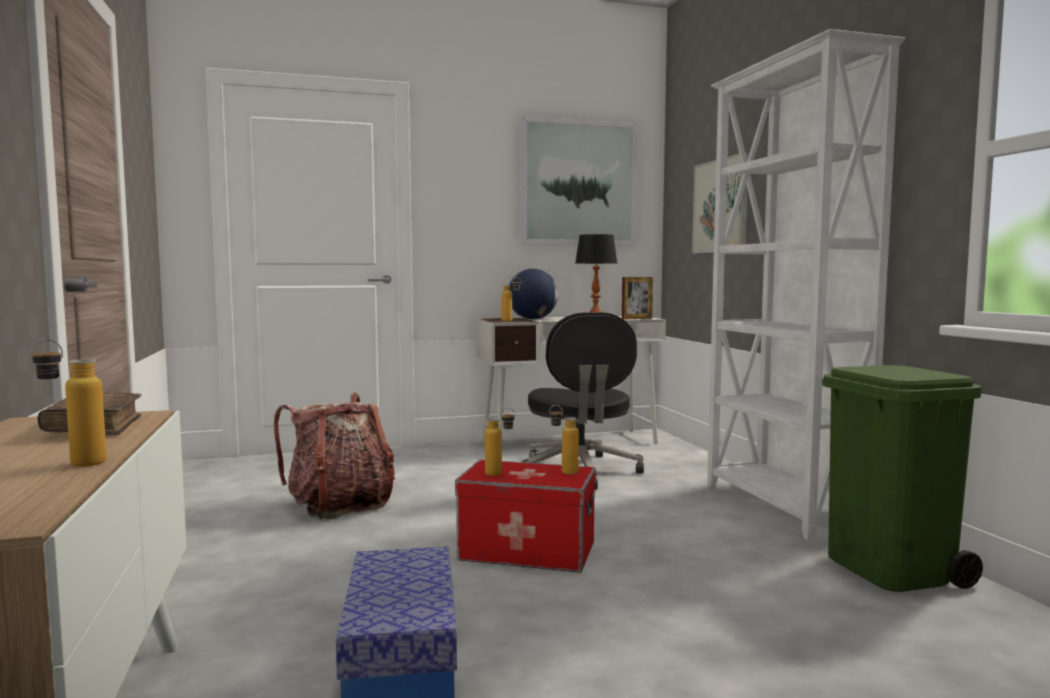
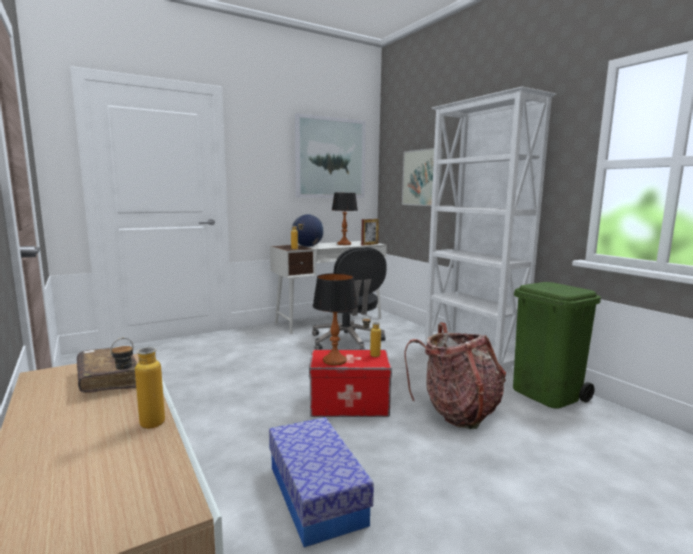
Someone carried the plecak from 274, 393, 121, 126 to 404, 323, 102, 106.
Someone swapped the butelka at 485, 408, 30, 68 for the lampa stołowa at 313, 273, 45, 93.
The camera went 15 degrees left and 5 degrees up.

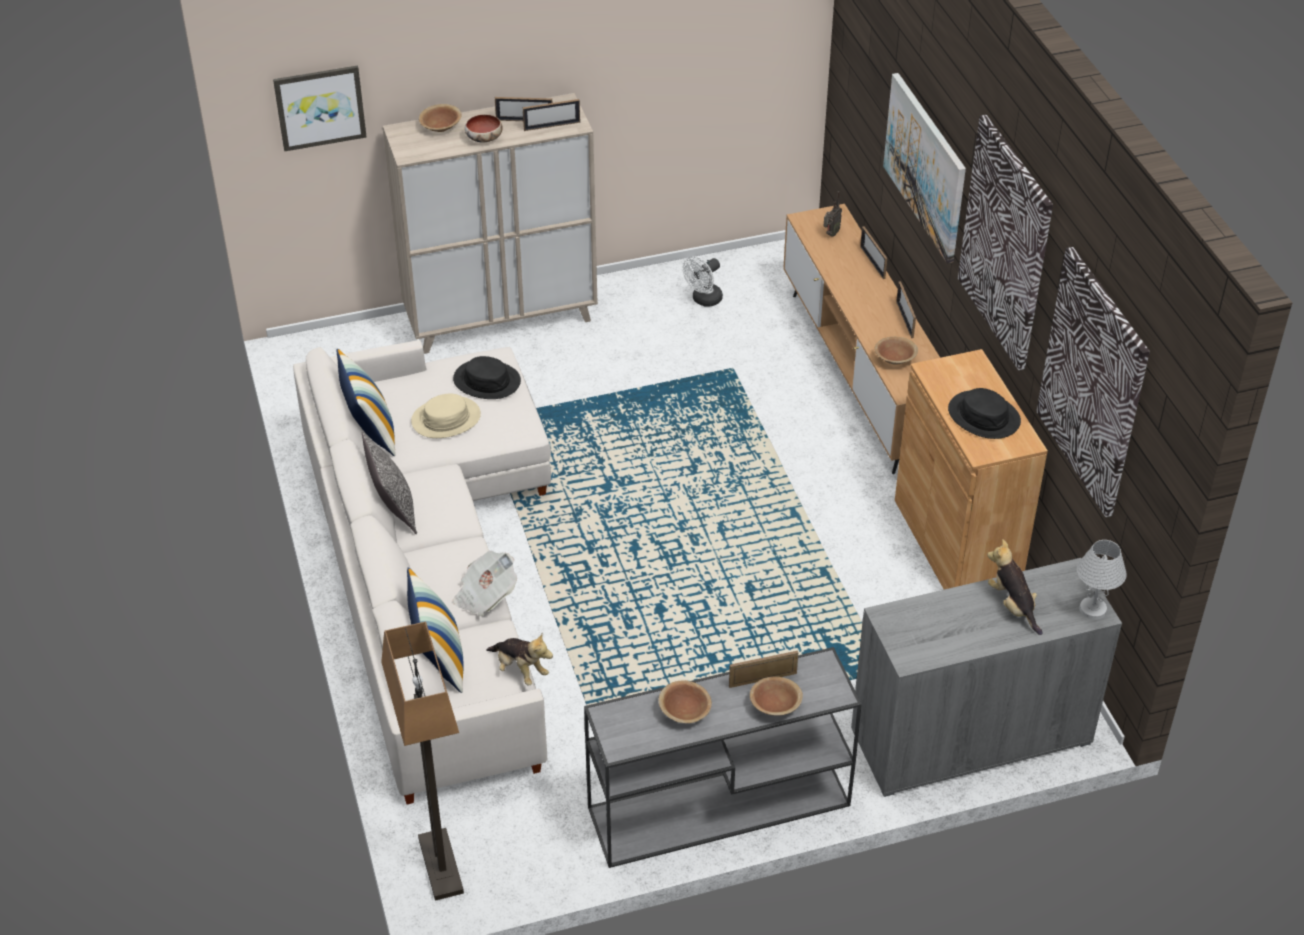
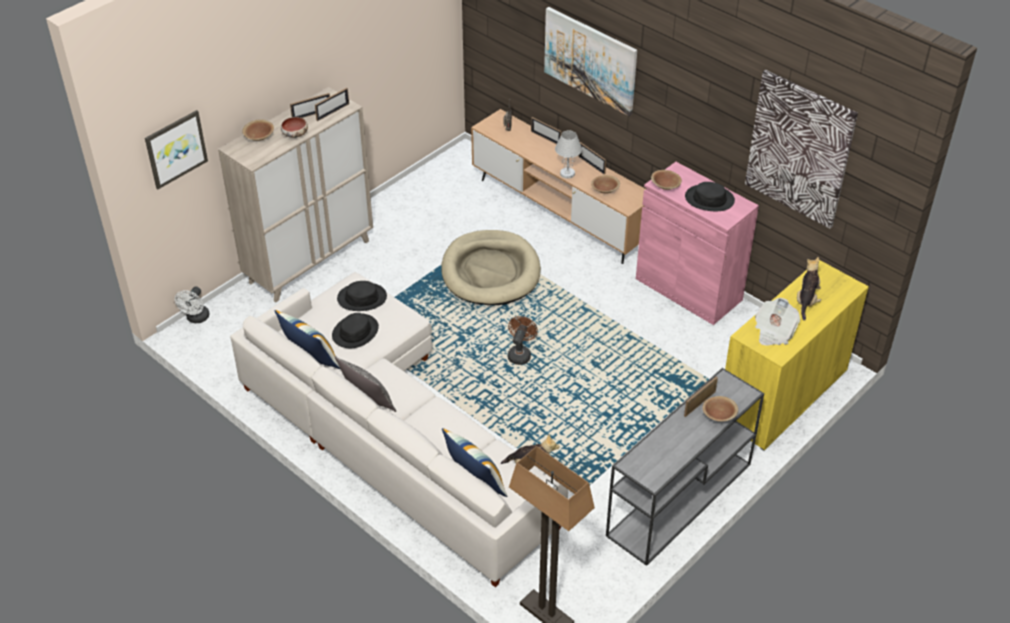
Someone took away the obraz at 958, 115, 95, 255.
Someone carried the wentylator (biały) from 683, 256, 40, 51 to 175, 287, 35, 36.
Someone repainted the szafka (brązowy) at 895, 349, 153, 241, which became the szafka (różowy) at 636, 162, 123, 163.
Someone repainted the kapelusz (beżowy) at 411, 393, 70, 45, which became the kapelusz (czarny) at 332, 313, 47, 35.
Someone rotated the pluszak at 987, 539, 56, 96 by 75 degrees clockwise.
Someone carried the lampa stołowa (biały) from 1077, 540, 50, 80 to 555, 130, 27, 49.
Someone carried the gazeta from 453, 551, 64, 66 to 755, 298, 45, 48.
Someone repainted the szafka (szary) at 851, 558, 271, 239, which became the szafka (żółty) at 725, 260, 144, 191.
Someone carried the miska (brązowy) from 659, 680, 53, 43 to 651, 170, 31, 20.
Someone put down the legowisko (beżowy) at 441, 230, 100, 75.
Someone put down the wentylator (brązowy) at 508, 316, 30, 49.
The camera went 30 degrees left and 0 degrees up.

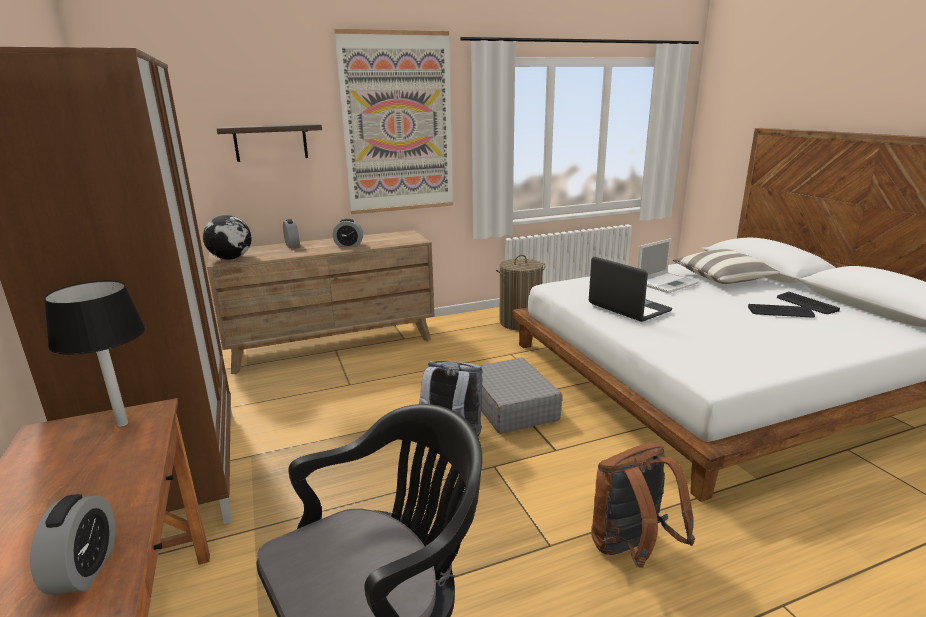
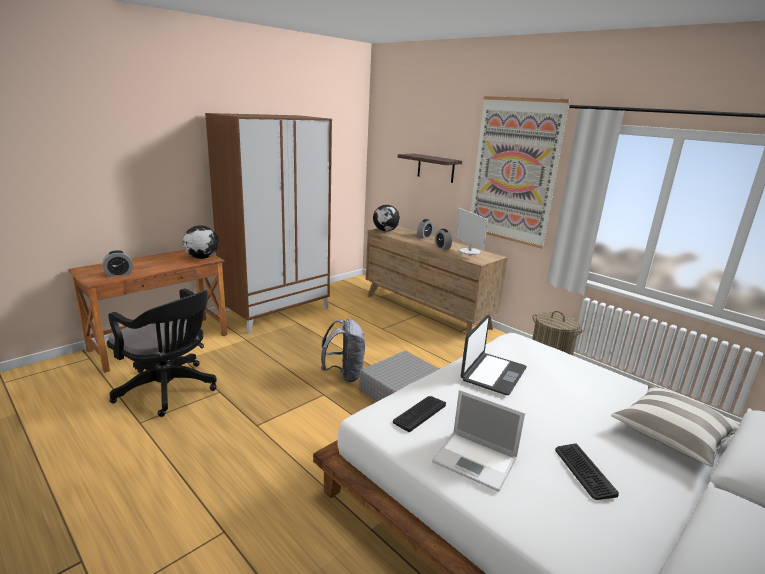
Someone carried the laptop from 637, 238, 62, 55 to 432, 390, 93, 102.
Someone swapped the lampa stołowa (czarny) at 44, 280, 101, 147 for the globus at 183, 225, 36, 34.
Someone carried the klawiatura from 777, 292, 63, 22 to 393, 396, 53, 36.
Someone took away the plecak (brązowy) at 591, 443, 104, 125.
Someone put down the monitor at 455, 208, 33, 47.
The camera went 65 degrees right and 0 degrees up.

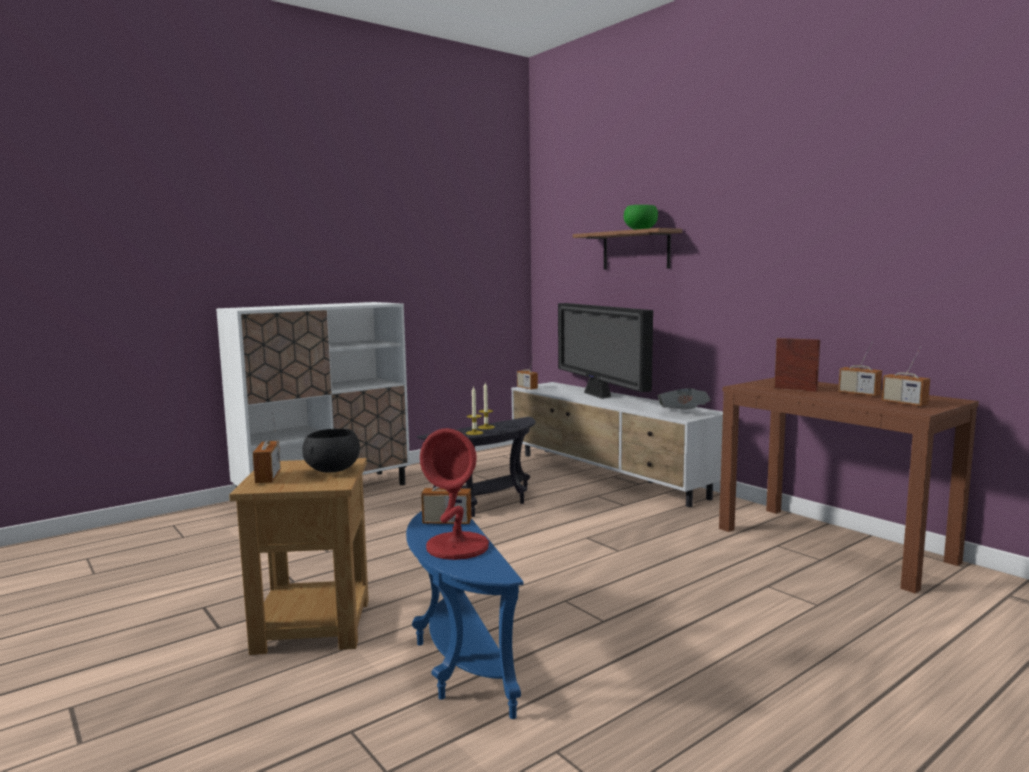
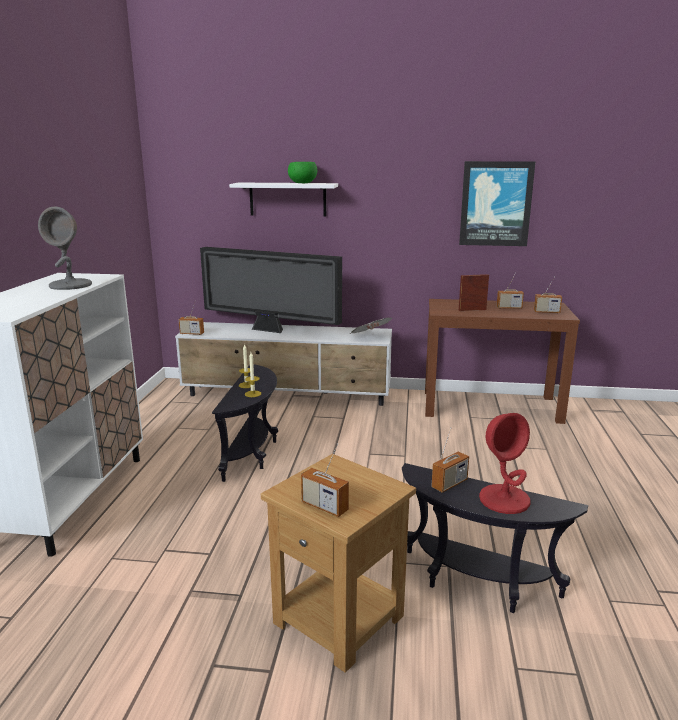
Someone repainted the półka (brązowy) at 573, 228, 109, 41, which became the półka (biały) at 229, 183, 109, 34.
Someone took away the miska (czarny) at 302, 429, 58, 43.
Someone repainted the stolik (niebieski) at 406, 511, 118, 208, which became the stolik (czarny) at 402, 463, 186, 150.
Someone put up the obraz at 459, 161, 76, 85.
Someone put down the lampa stołowa (szary) at 38, 206, 54, 84.
The camera went 45 degrees left and 10 degrees up.

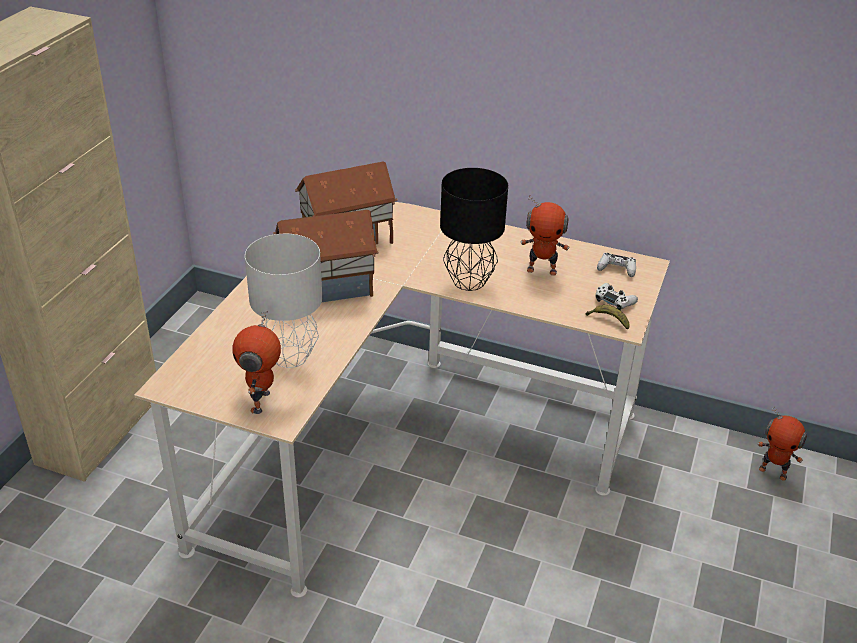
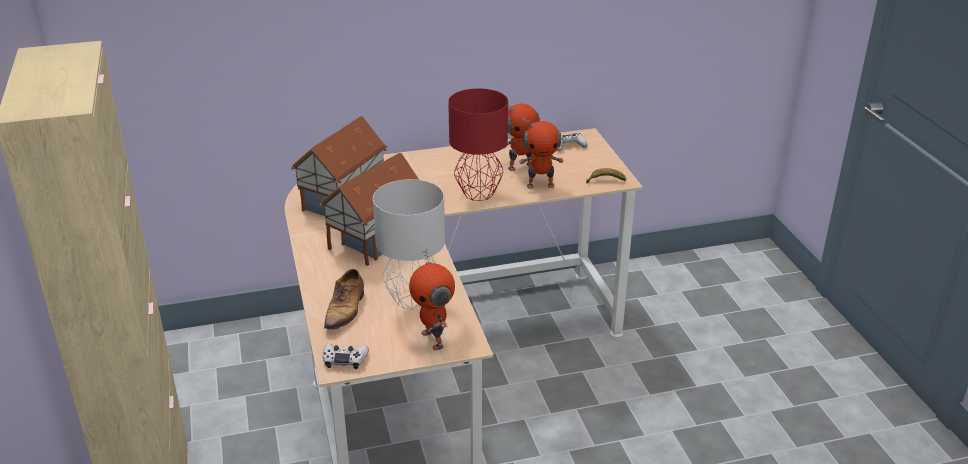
Someone repainted the lampa stołowa (czarny) at 440, 168, 68, 123, which became the lampa stołowa (czerwony) at 448, 88, 60, 113.
Someone carried the pad do gier (biały) from 595, 283, 43, 27 to 323, 344, 46, 25.
Someone carried the robot zabawkowy from 758, 407, 49, 74 to 519, 116, 45, 73.
Someone put down the but at 324, 269, 40, 61.
The camera went 35 degrees left and 5 degrees down.

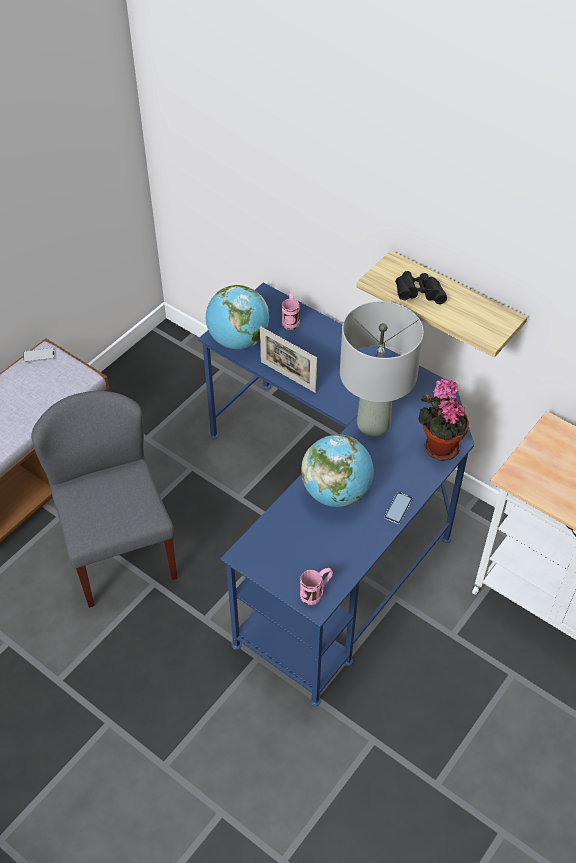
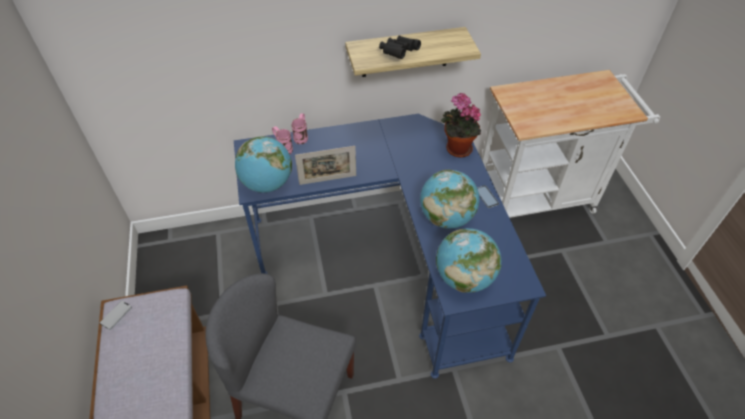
Someone took away the lampa stołowa (szary) at 340, 301, 84, 136.
Someone carried the kubek (różowy) from 300, 568, 33, 37 to 292, 113, 16, 31.
Someone put down the globus at 436, 228, 65, 65.
The camera went 50 degrees left and 0 degrees up.

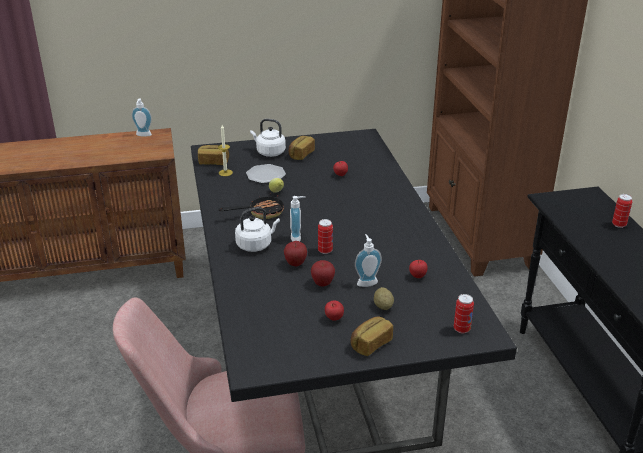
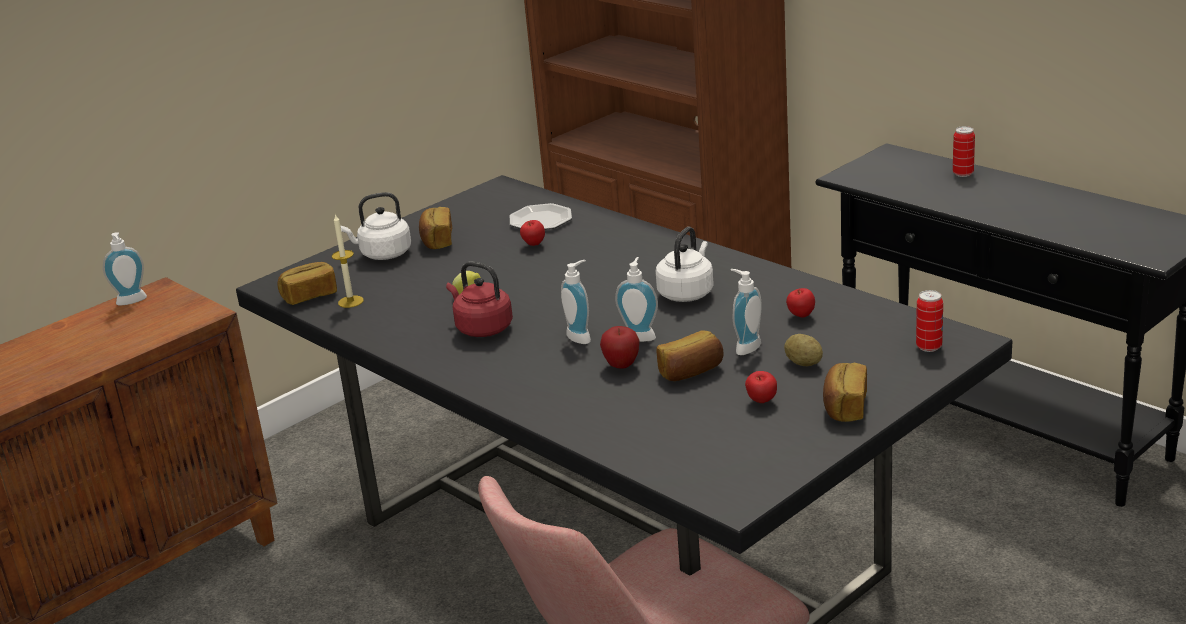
Someone carried the talerz from 246, 164, 40, 19 to 510, 203, 62, 27.
Someone swapped the patelnia at 218, 195, 66, 24 for the czajnik (czerwony) at 446, 261, 67, 76.
Someone carried the czajnik (biały) from 235, 207, 45, 45 to 656, 227, 58, 75.
Someone swapped the puszka at 318, 219, 15, 35 for the dozownik mydła at 615, 257, 43, 85.
Someone swapped the jabłko at 311, 260, 24, 27 for the chleb at 656, 330, 68, 51.
The camera went 30 degrees left and 5 degrees down.

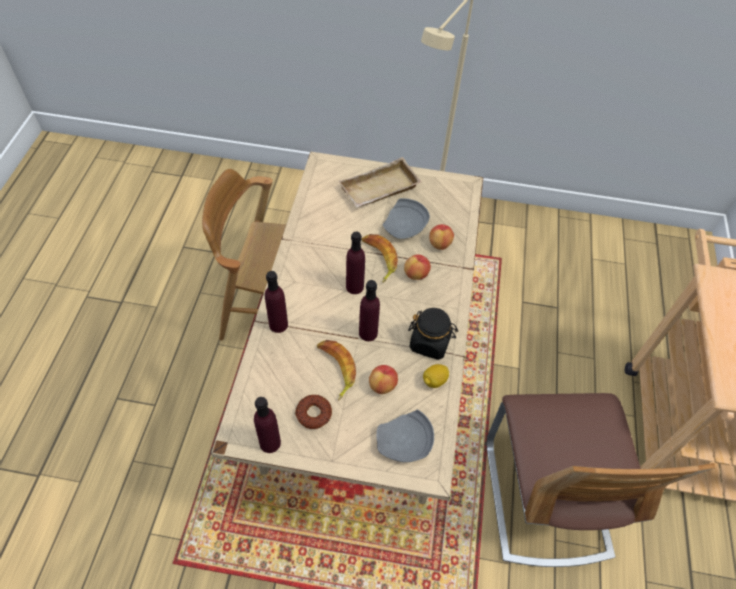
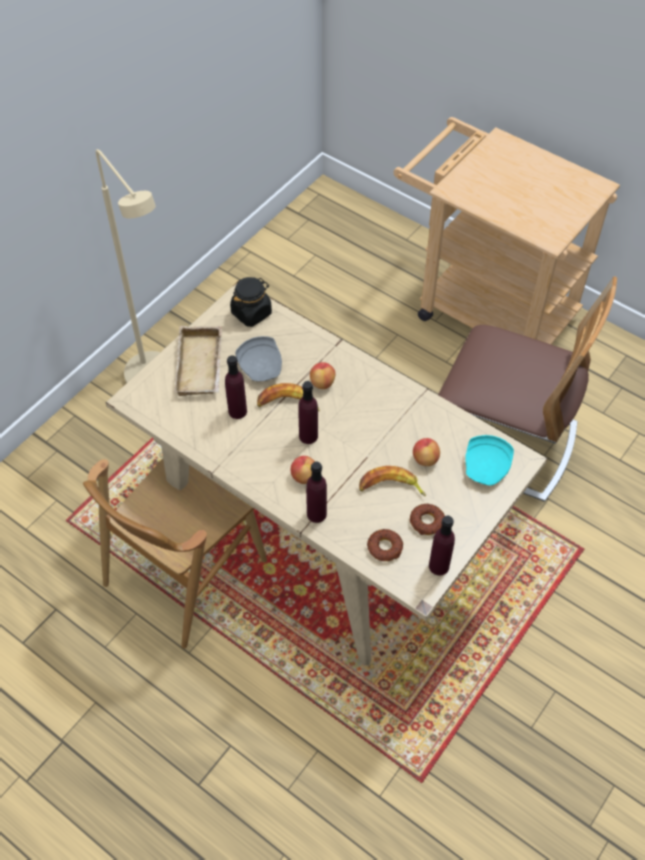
Someone carried the jabłko from 430, 224, 24, 26 to 291, 456, 24, 28.
Someone carried the butelka (fioletowy) from 359, 280, 21, 61 to 225, 355, 22, 64.
Someone carried the słoik (czarny) from 408, 308, 50, 52 to 230, 277, 42, 50.
Someone took away the cytryna at 423, 364, 26, 24.
Someone repainted the talerz (szary) at 376, 409, 58, 53, which became the talerz (turkusowy) at 465, 435, 49, 50.
Someone put down the donut at 367, 529, 36, 32.
The camera went 60 degrees left and 0 degrees up.

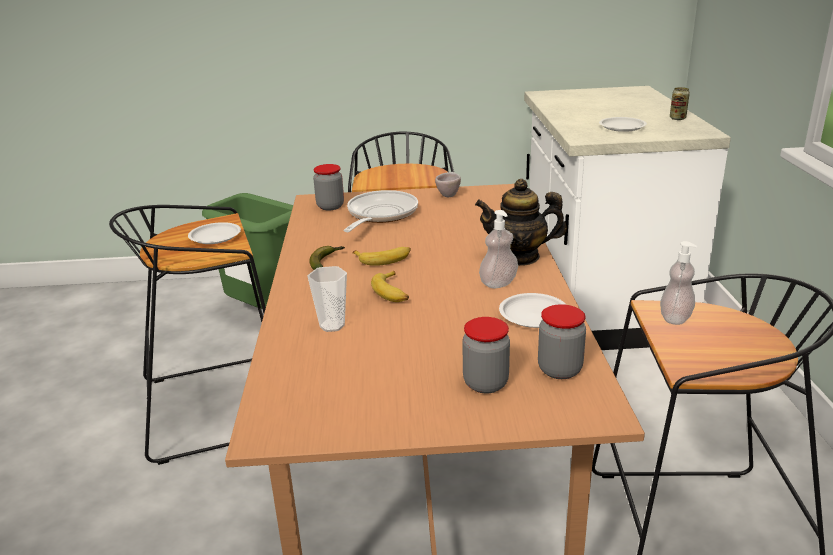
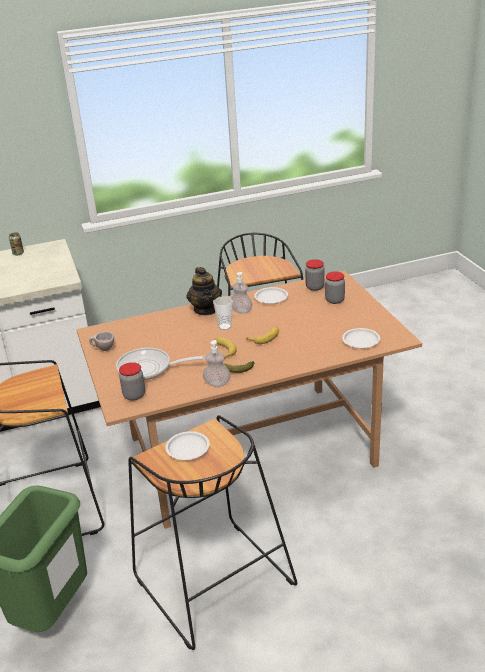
Someone carried the talerz (biały) from 599, 117, 48, 15 to 342, 328, 38, 20.
Someone carried the dozownik mydła from 660, 241, 37, 84 to 203, 340, 28, 47.
Someone carried the filiżanka from 308, 266, 39, 66 to 213, 297, 20, 33.
The camera went 105 degrees left and 5 degrees up.

